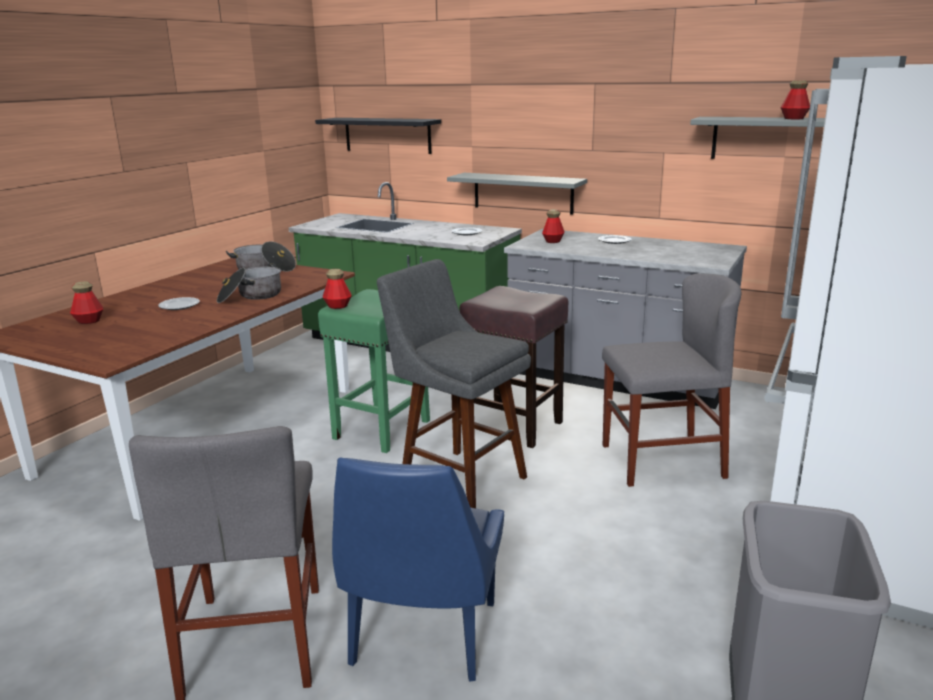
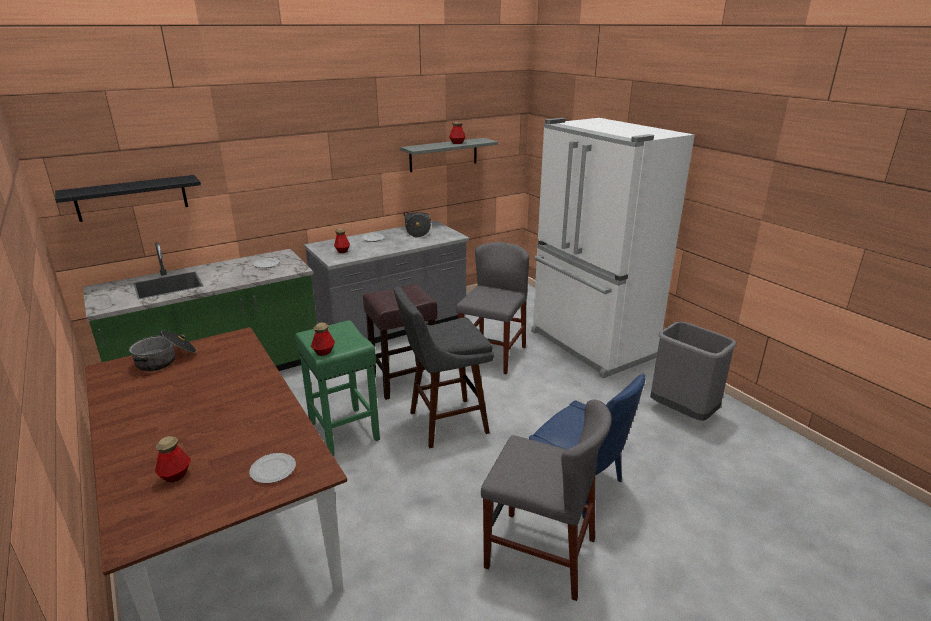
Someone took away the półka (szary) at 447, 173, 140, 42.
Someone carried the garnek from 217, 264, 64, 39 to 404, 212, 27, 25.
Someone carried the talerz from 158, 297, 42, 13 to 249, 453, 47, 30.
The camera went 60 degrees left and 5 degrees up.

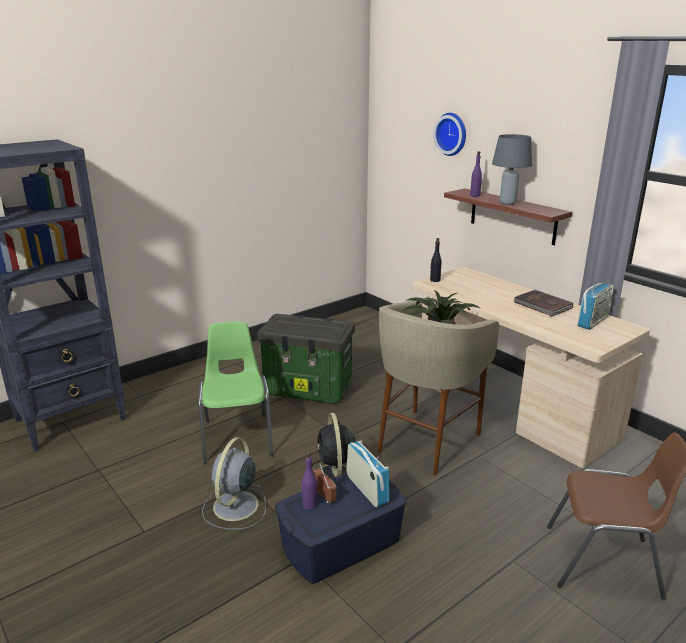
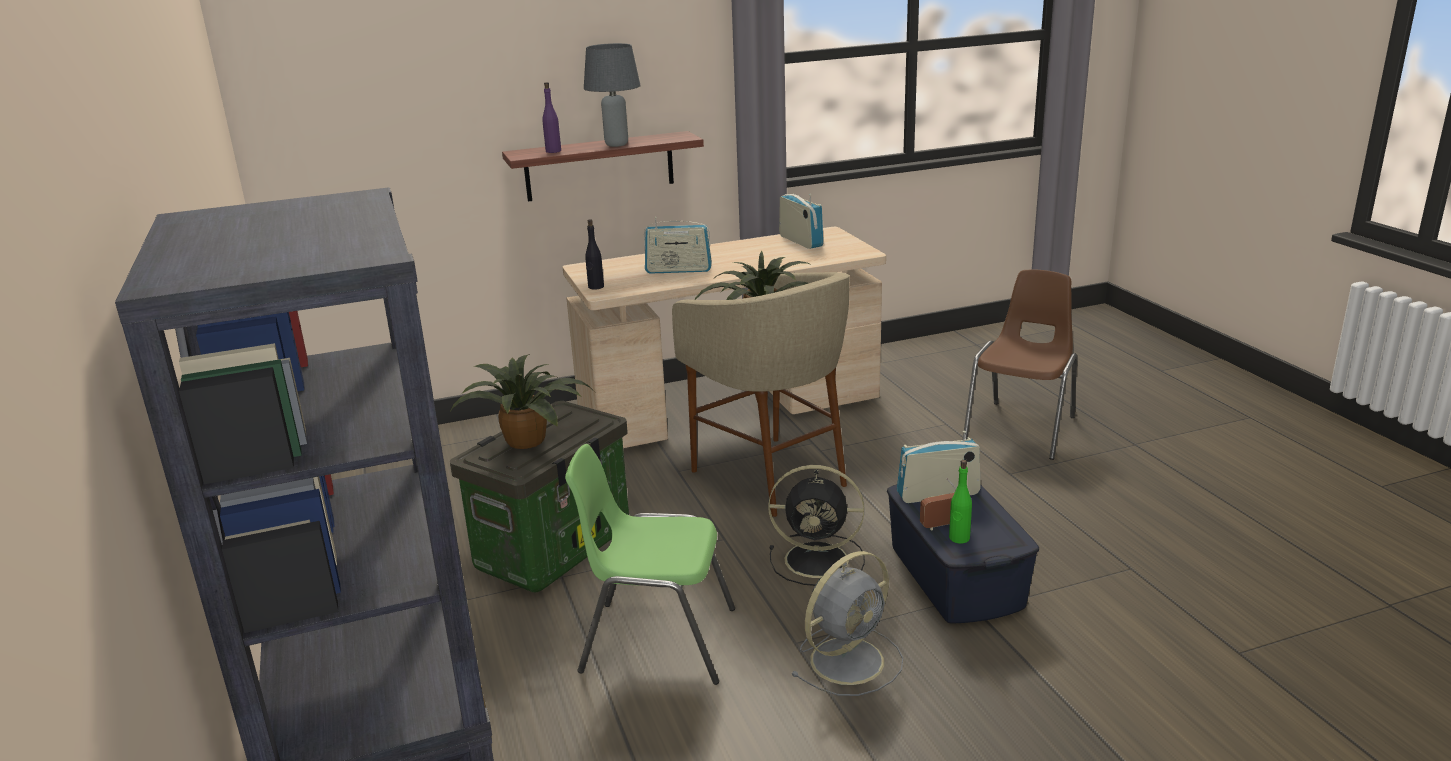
Someone took away the zegar ścienny at 433, 113, 33, 43.
Someone took away the książka (brązowy) at 513, 290, 60, 26.
Someone rotated the wentylator (szary) at 202, 437, 64, 93 by 75 degrees counterclockwise.
Someone repainted the butelka (fioletowy) at 301, 452, 16, 58, which became the butelka (zielony) at 949, 460, 23, 84.
Someone put down the radio at 644, 217, 68, 57.
Someone put down the roślina doniczkowa at 451, 354, 142, 95.
The camera went 70 degrees left and 0 degrees up.

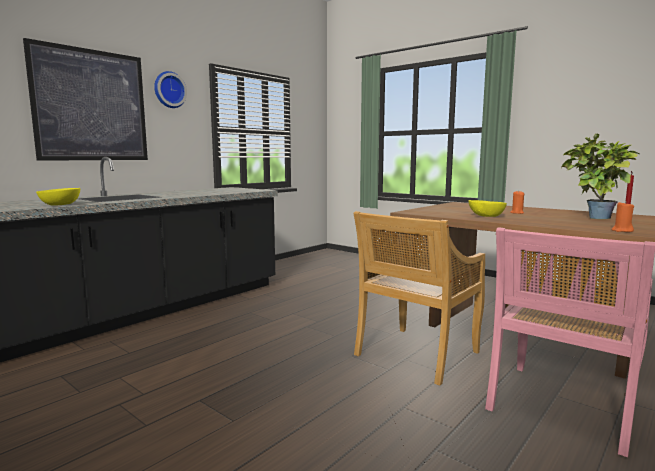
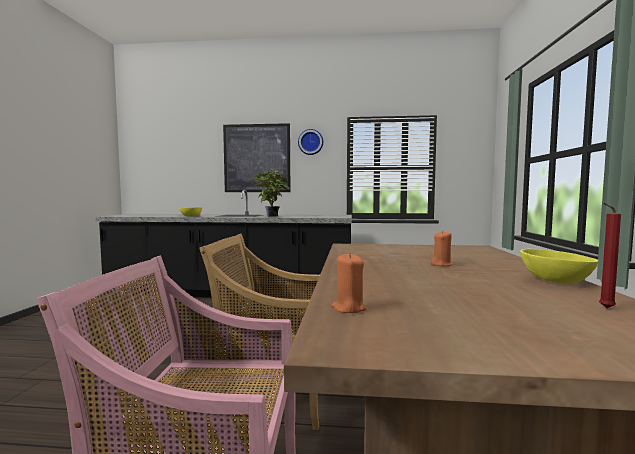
Someone carried the roślina doniczkowa from 561, 133, 78, 86 to 253, 168, 37, 48.
Someone carried the miska (żółty) from 468, 200, 39, 17 to 520, 249, 79, 35.
The camera went 55 degrees right and 5 degrees down.

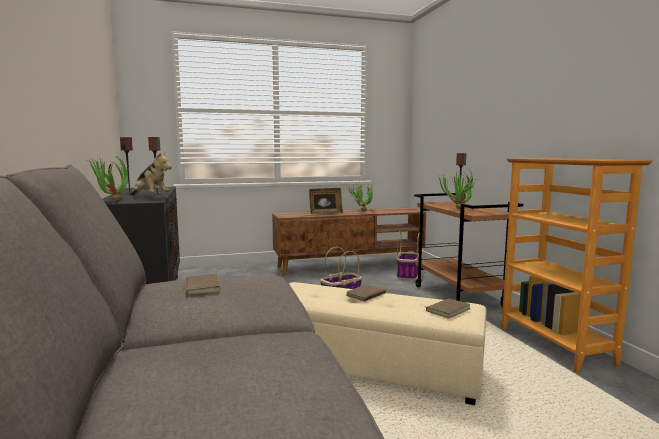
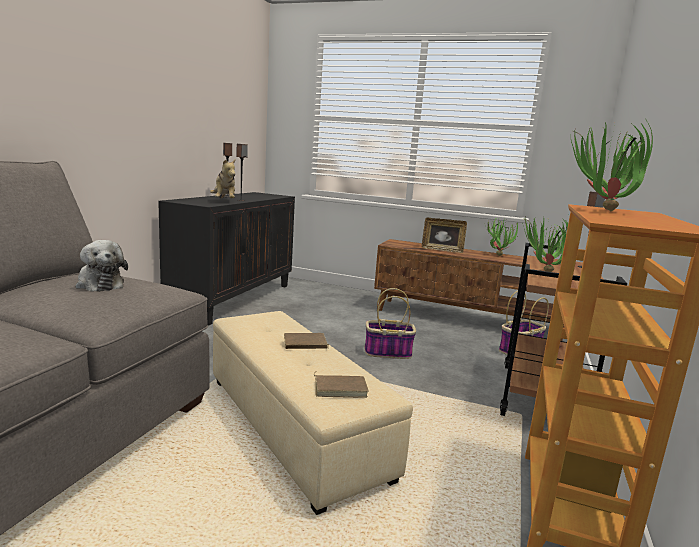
Someone carried the roślina doniczkowa from 87, 155, 42, 46 to 570, 118, 83, 93.
Someone swapped the książka (brązowy) at 175, 273, 46, 22 for the pluszak at 76, 240, 52, 52.
The camera went 35 degrees right and 5 degrees up.

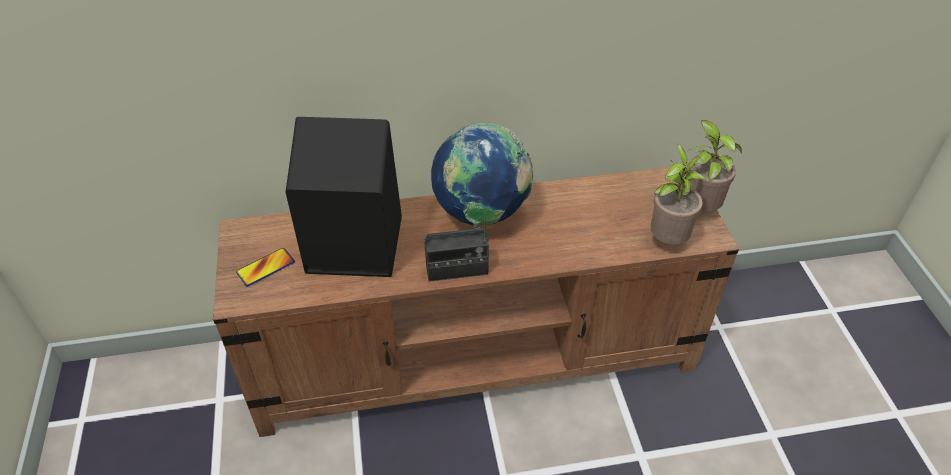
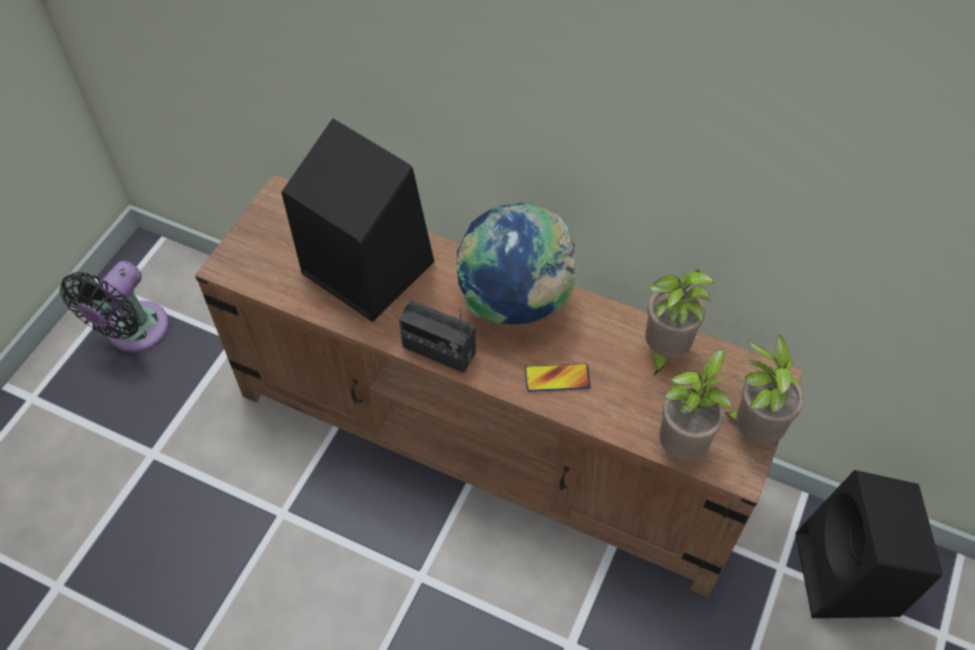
Someone carried the telefon from 236, 248, 59, 38 to 525, 363, 66, 29.
Someone put down the wentylator (czarny) at 60, 261, 109, 91.
Someone put down the roślina doniczkowa at 645, 270, 70, 105.
Someone put down the głośnik (czarny) at 796, 470, 147, 148.
The camera went 35 degrees right and 10 degrees up.

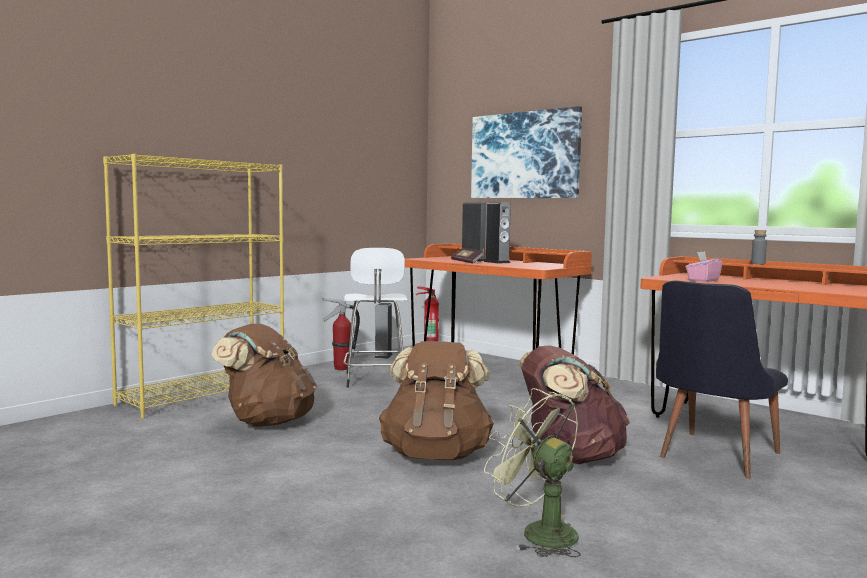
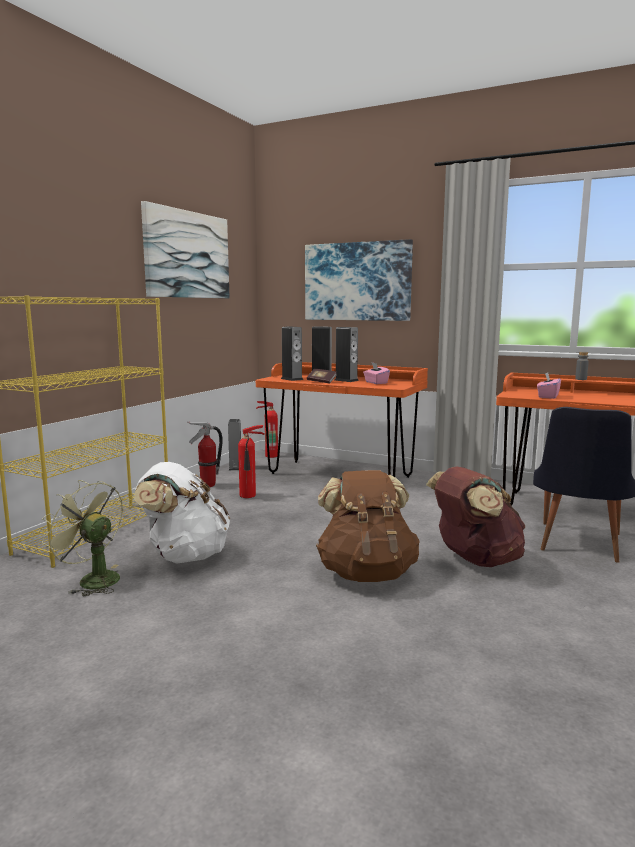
Someone swapped the stołek (biały) at 343, 248, 65, 140 for the gaśnica at 238, 425, 26, 73.
Someone repainted the plecak (brązowy) at 212, 324, 105, 103, which became the plecak (biały) at 134, 462, 96, 102.
Someone carried the wentylator (zielony) from 484, 388, 97, 169 to 42, 480, 81, 116.
Someone put up the obraz at 141, 201, 89, 97.
Someone put down the głośnik at 281, 327, 22, 54.
Someone put down the pudełko chusteczek (różowy) at 363, 363, 27, 21.
The camera went 15 degrees left and 5 degrees up.

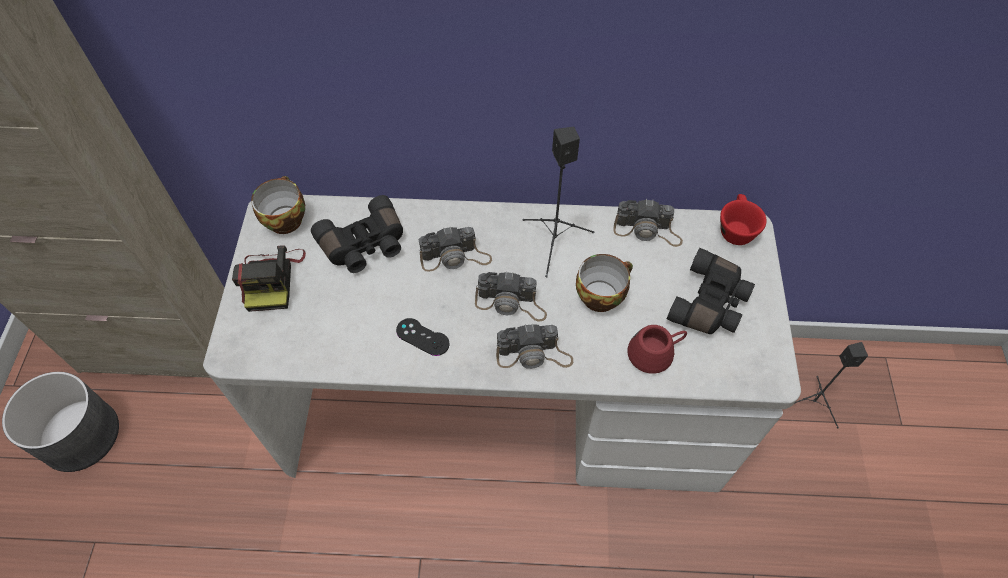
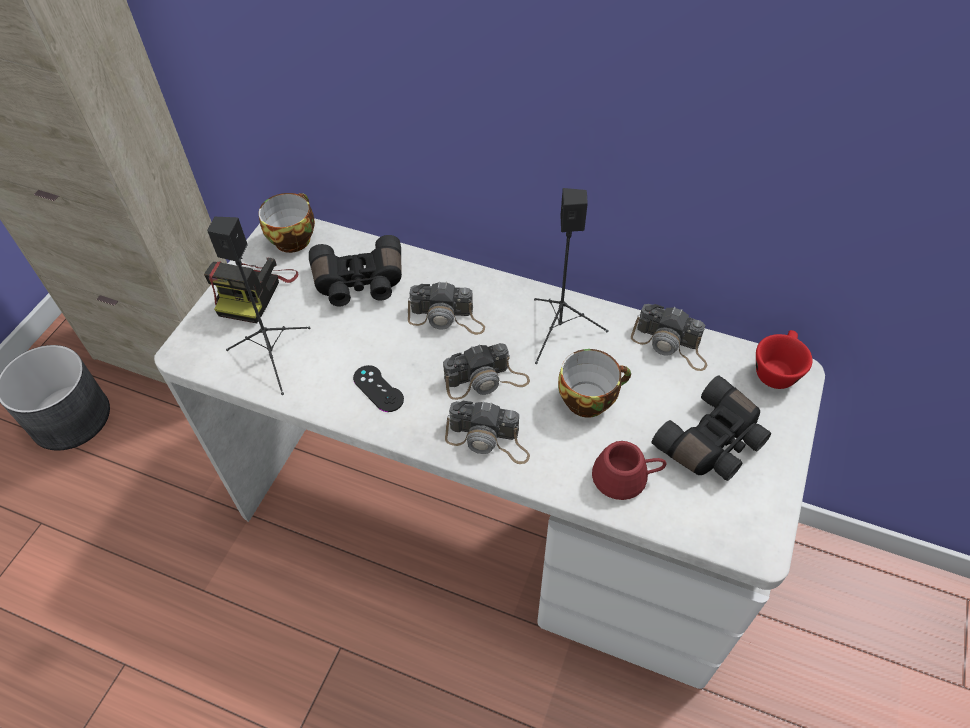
Someone rotated the aparat fotograficzny at 475, 272, 72, 50 by 45 degrees counterclockwise.
Someone carried the głośnik (czarny) from 794, 342, 74, 86 to 207, 217, 103, 178.
The camera went 20 degrees right and 5 degrees down.

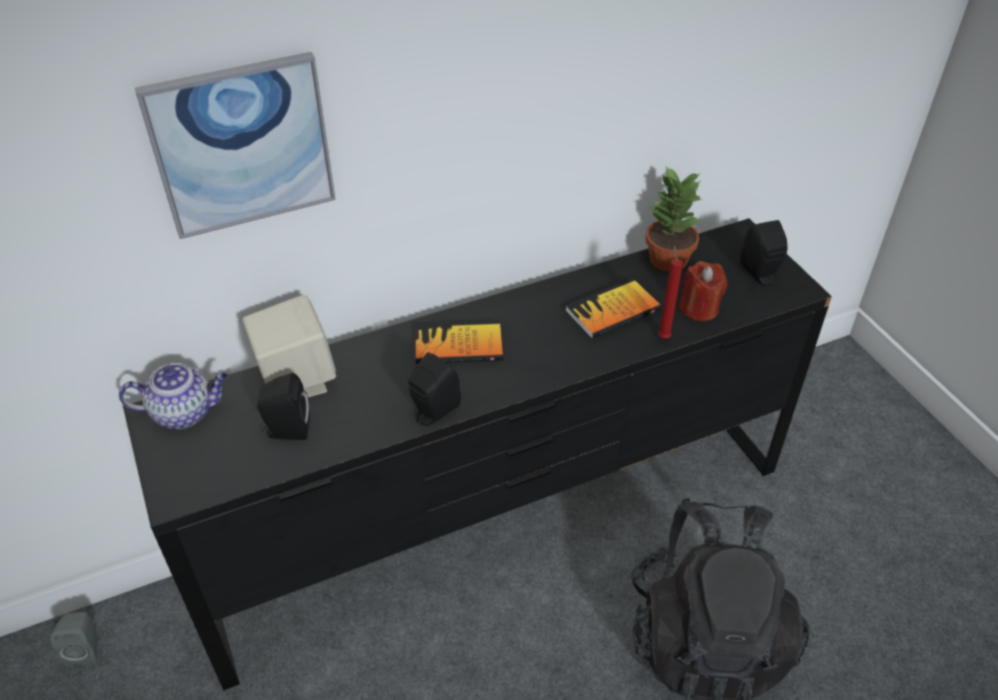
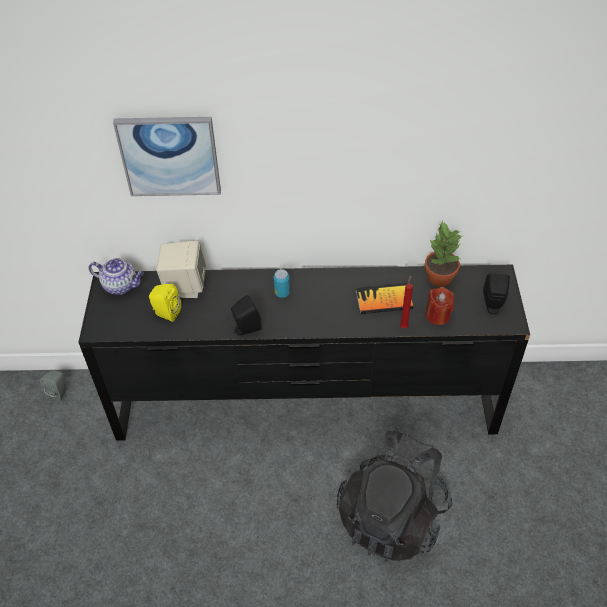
Someone swapped the książka at 416, 320, 87, 44 for the puszka at 274, 269, 16, 29.
Someone repainted the głośnik (czarny) at 257, 373, 53, 67, which became the głośnik (żółty) at 149, 284, 32, 38.
The camera went 25 degrees right and 5 degrees up.

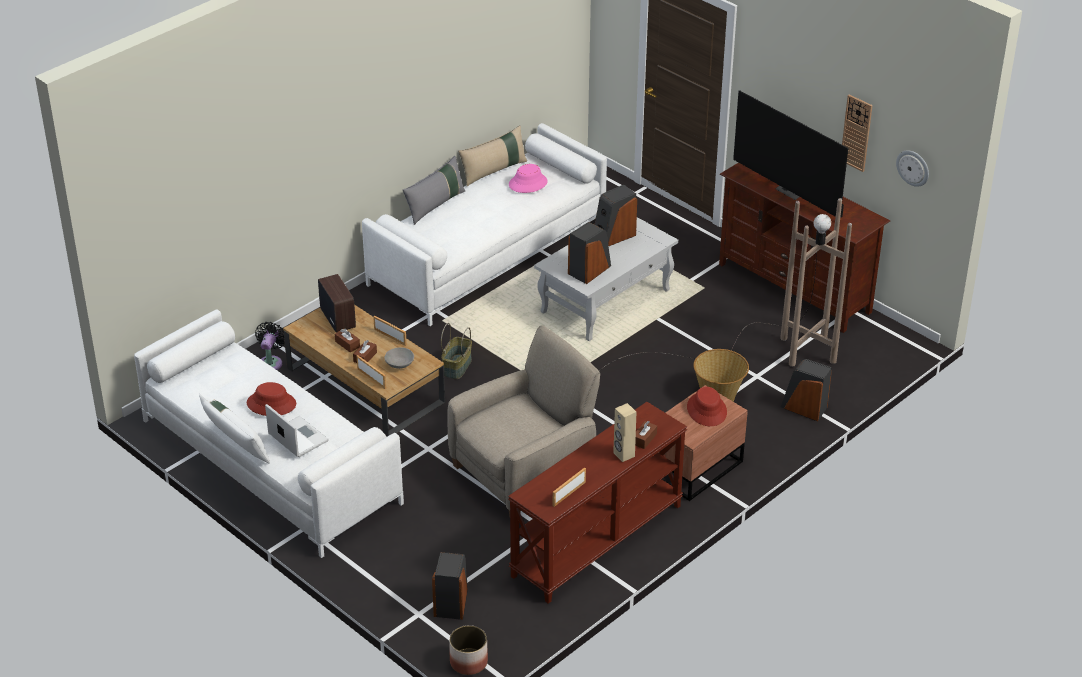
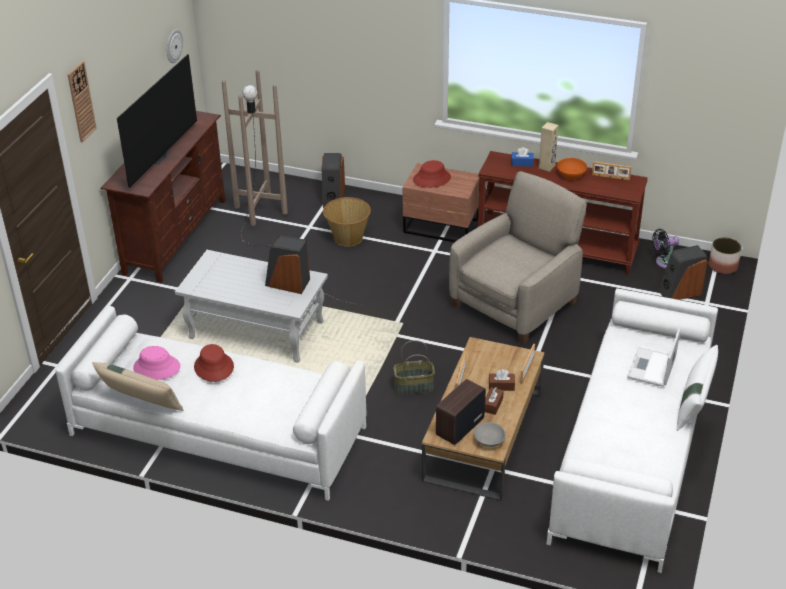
Someone carried the zegar ścienny from 842, 95, 31, 77 to 67, 61, 30, 82.
Someone took away the poduszka (szary) at 403, 156, 62, 69.
Someone took away the głośnik at 594, 185, 43, 61.
Someone carried the wentylator (czarny) from 255, 322, 30, 48 to 652, 229, 27, 40.
Someone rotated the fotel (beżowy) at 447, 326, 153, 190 by 105 degrees clockwise.
Someone carried the miska (szary) from 384, 347, 30, 22 to 474, 422, 32, 25.
Someone carried the kapelusz (czerwony) from 247, 382, 49, 34 to 194, 344, 40, 38.
Someone repainted the pudełko chusteczek (brązowy) at 635, 421, 22, 28, which became the pudełko chusteczek (niebieski) at 511, 147, 22, 20.
Someone put down the miska (pomarańczowy) at 557, 158, 30, 22.
The camera went 115 degrees left and 0 degrees up.

